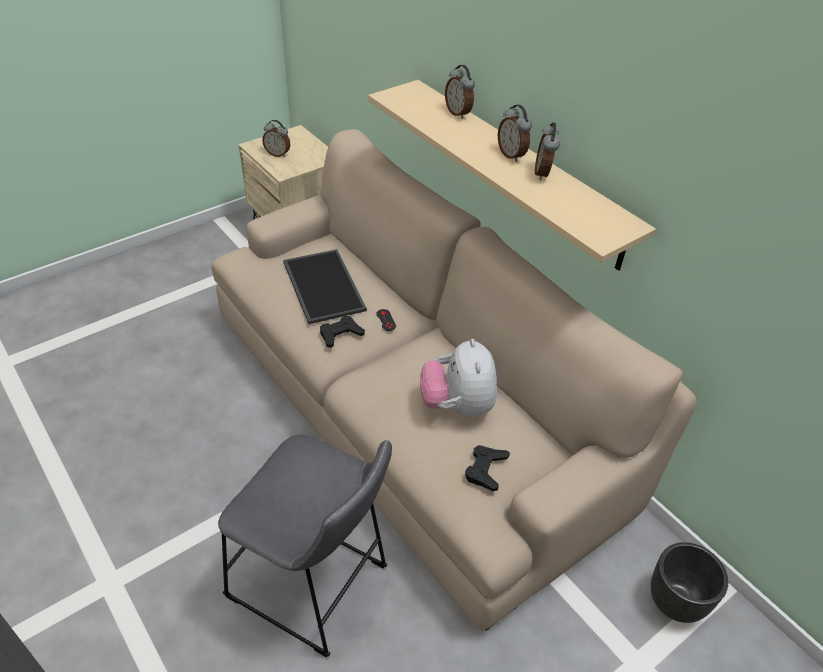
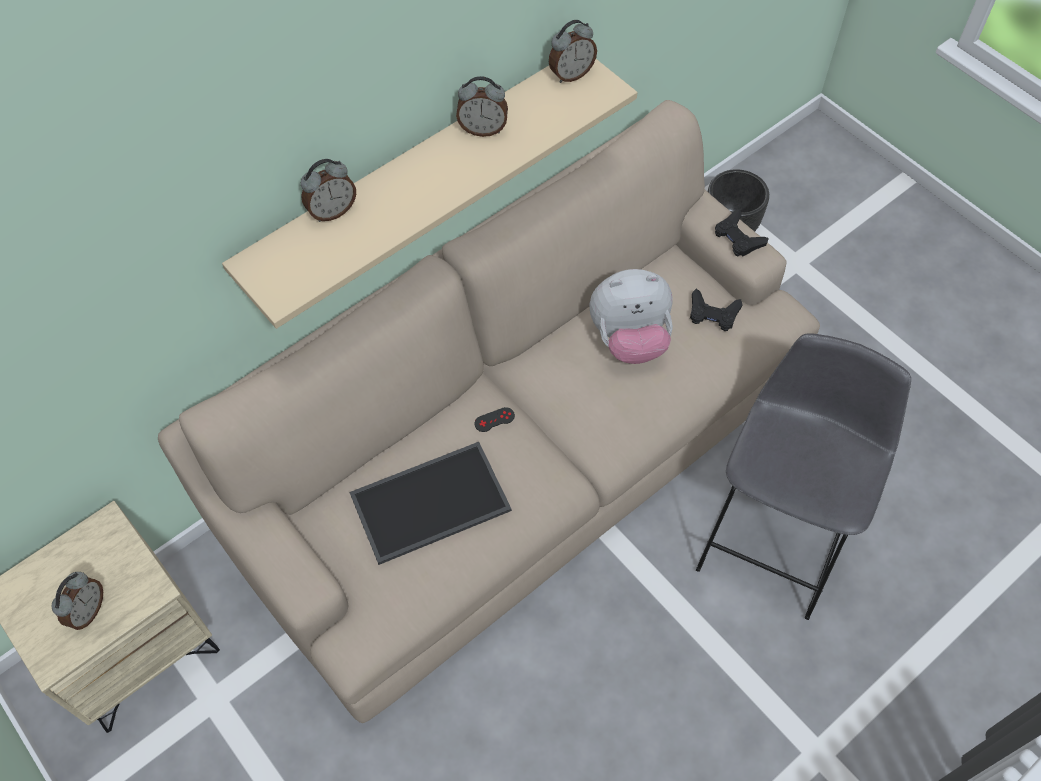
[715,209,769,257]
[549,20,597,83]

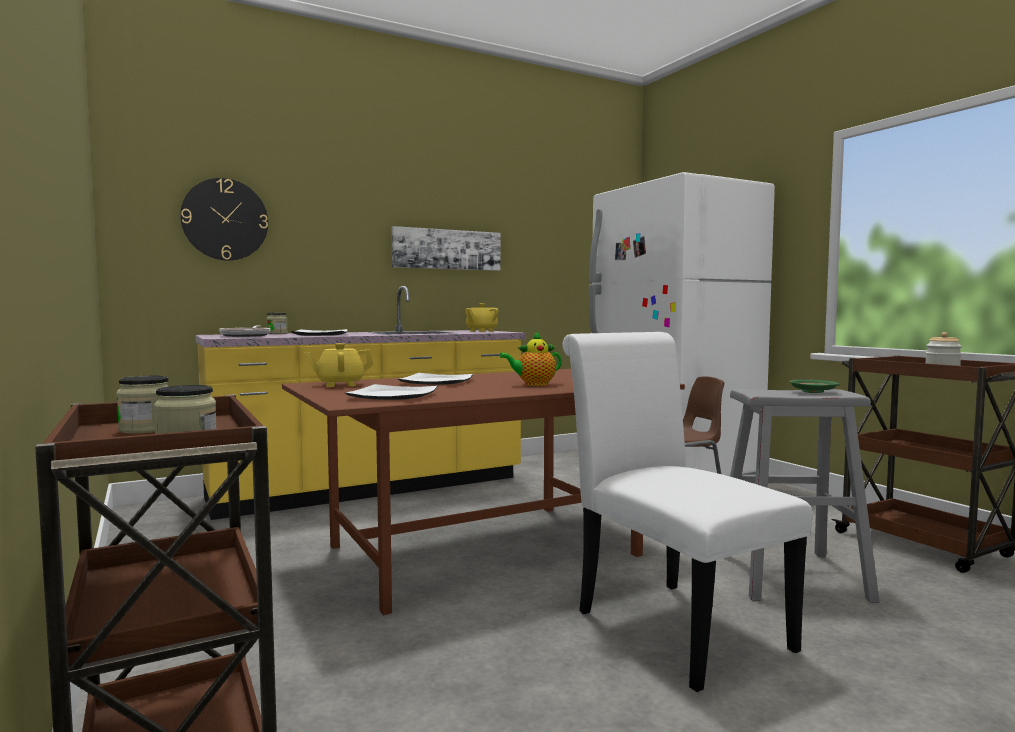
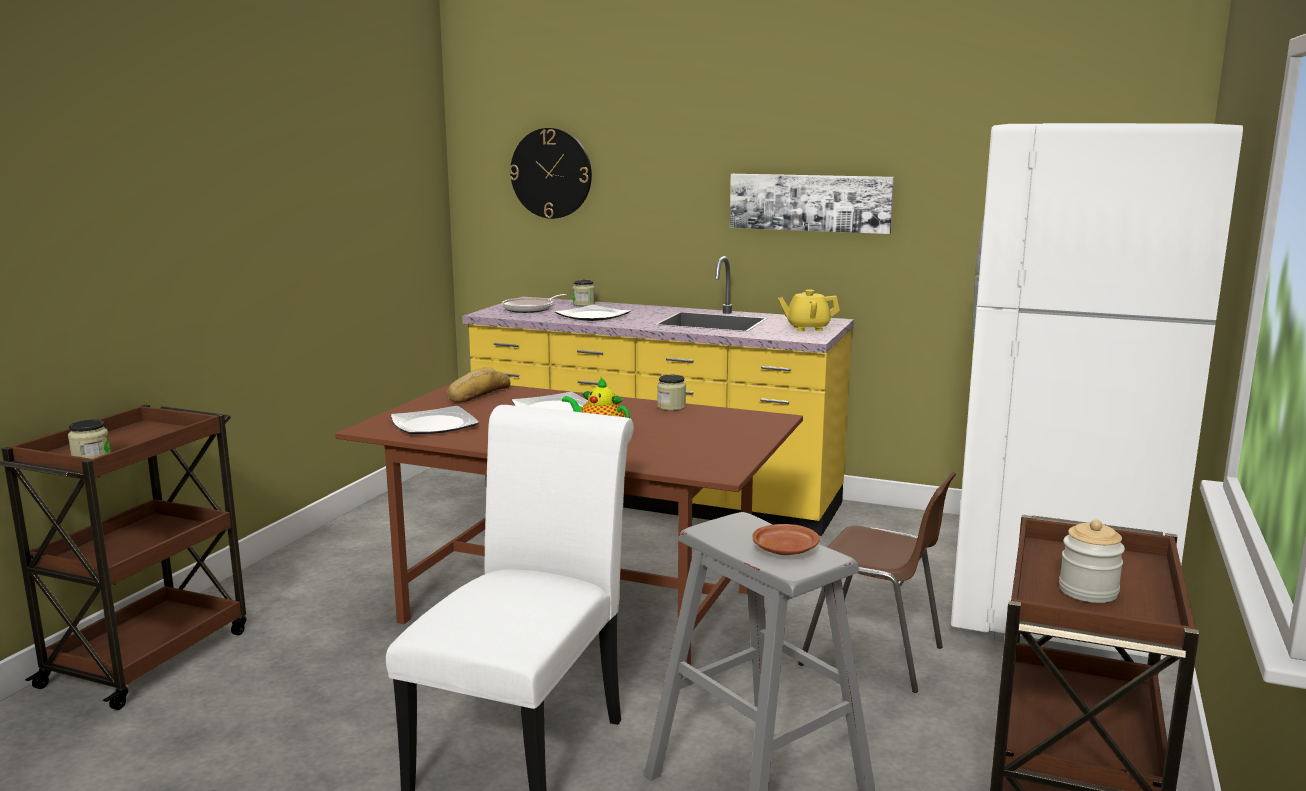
[657,375,686,411]
[447,367,510,402]
[752,524,820,555]

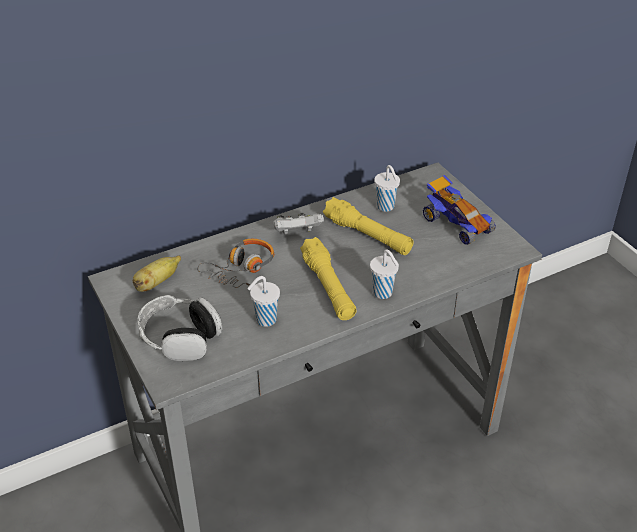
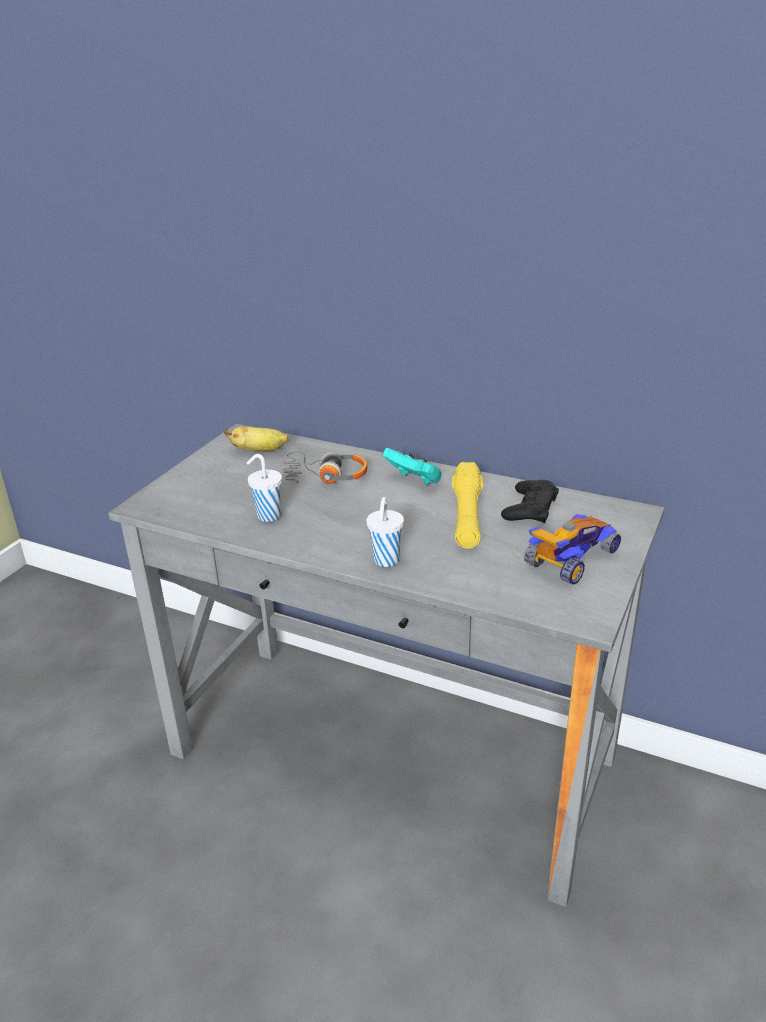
[137,295,222,361] (first image)
[300,237,357,320] (first image)
[501,480,559,523]
[383,448,441,485]
[524,514,621,585]

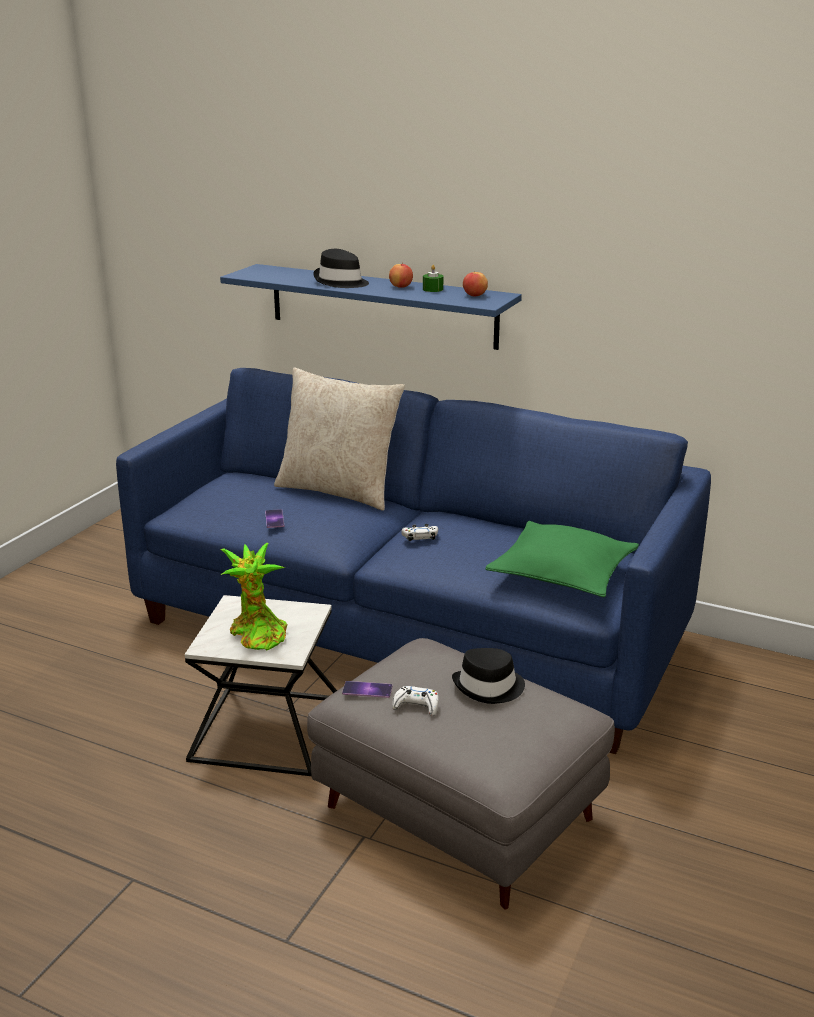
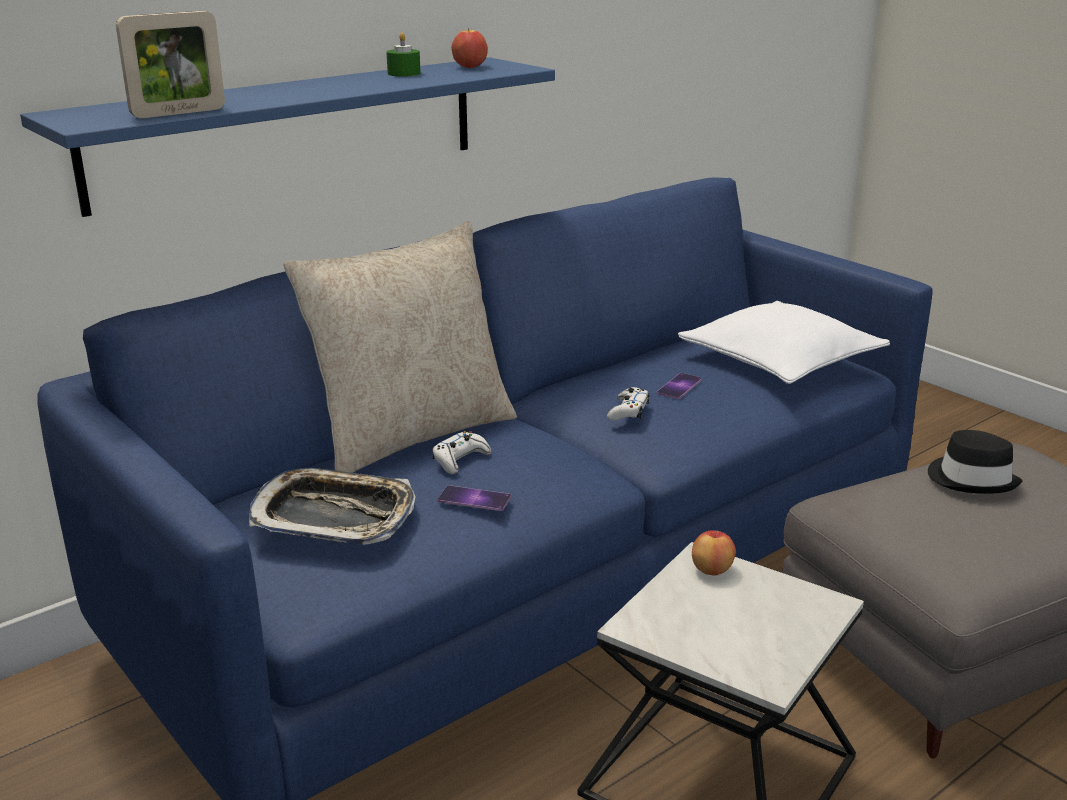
[221,543,287,651] (first image)
[314,249,369,288] (first image)
[116,11,225,118]
[249,468,416,545]
[657,373,702,399]
[692,530,736,576]
[432,431,491,474]
[678,301,890,384]

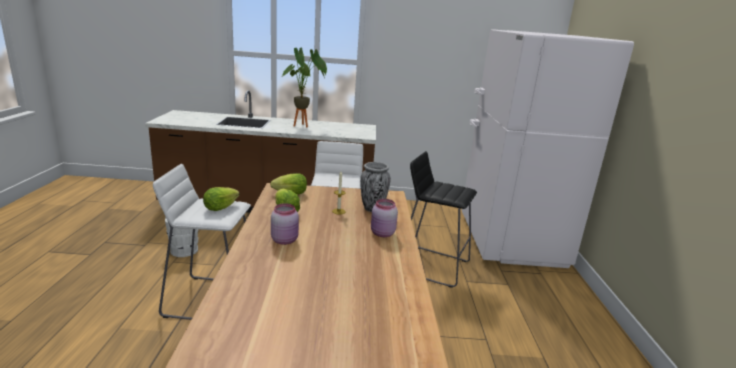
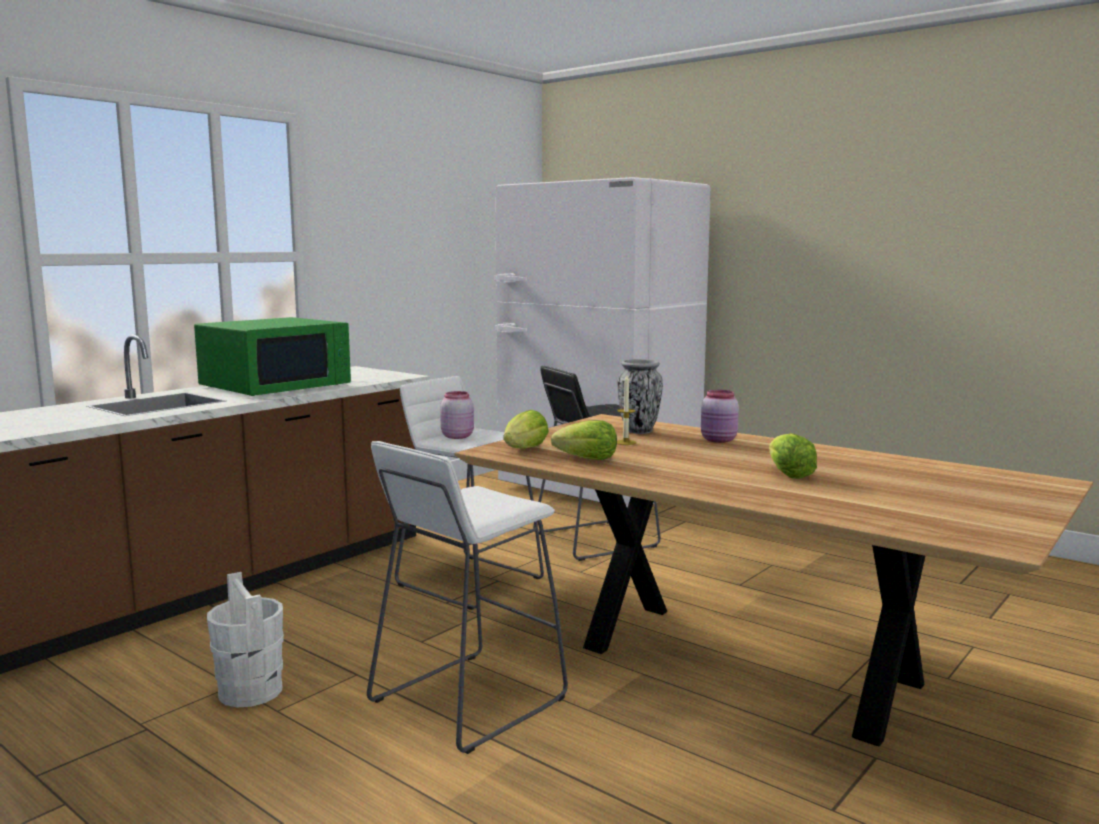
[769,433,817,479]
[440,391,474,439]
[194,317,351,396]

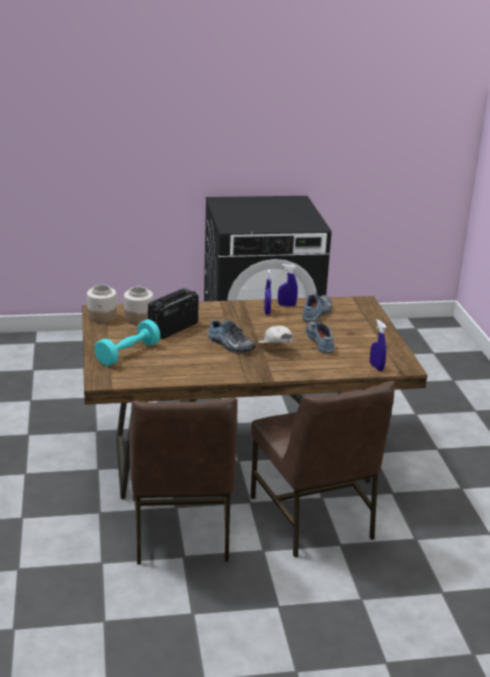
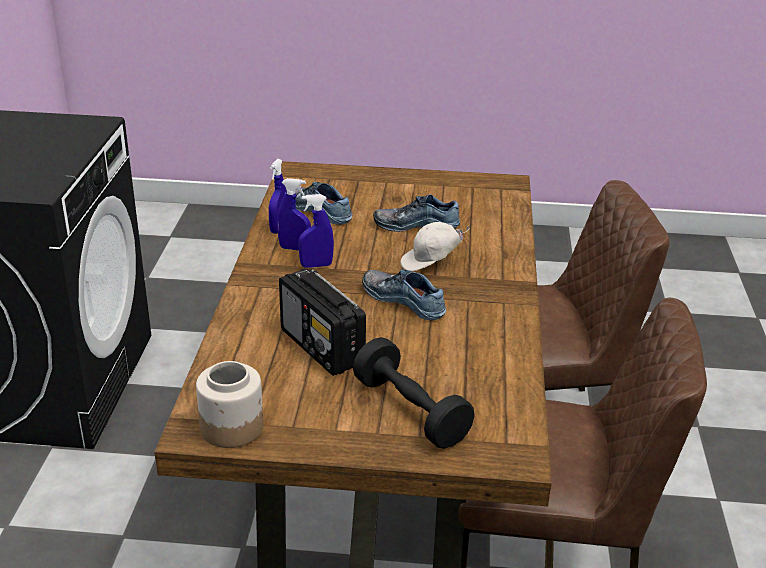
[124,287,153,325] (first image)
[298,194,334,268]
[353,337,474,449]
[362,270,446,320]

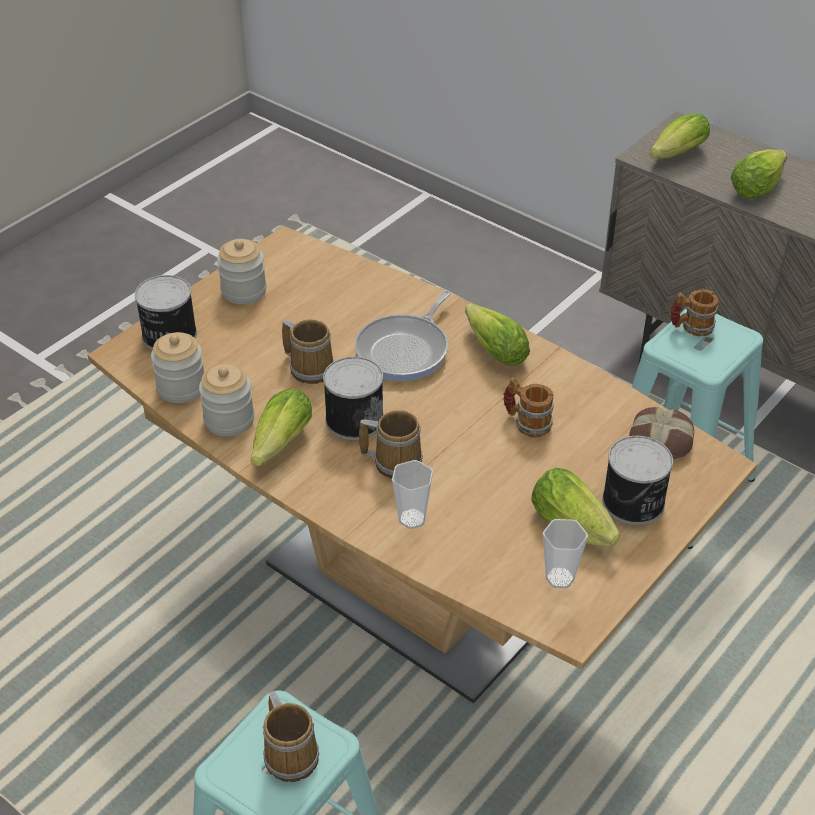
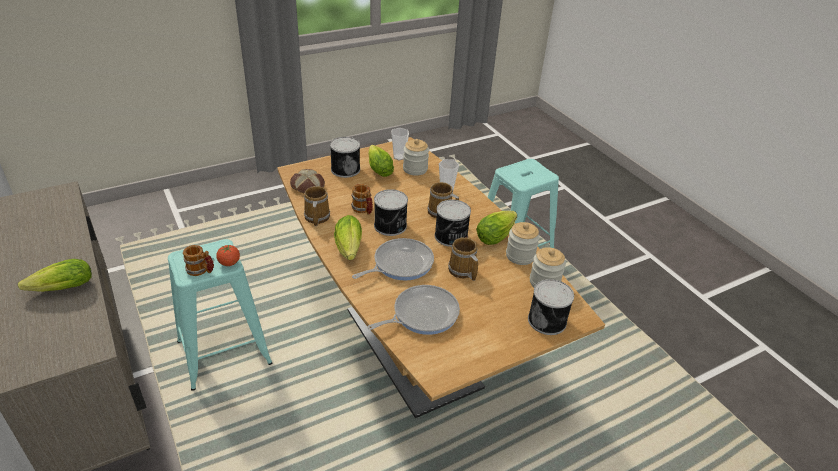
[649,114,710,159] (first image)
[216,245,240,266]
[367,285,460,335]
[374,189,408,236]
[403,139,429,176]
[304,186,330,226]

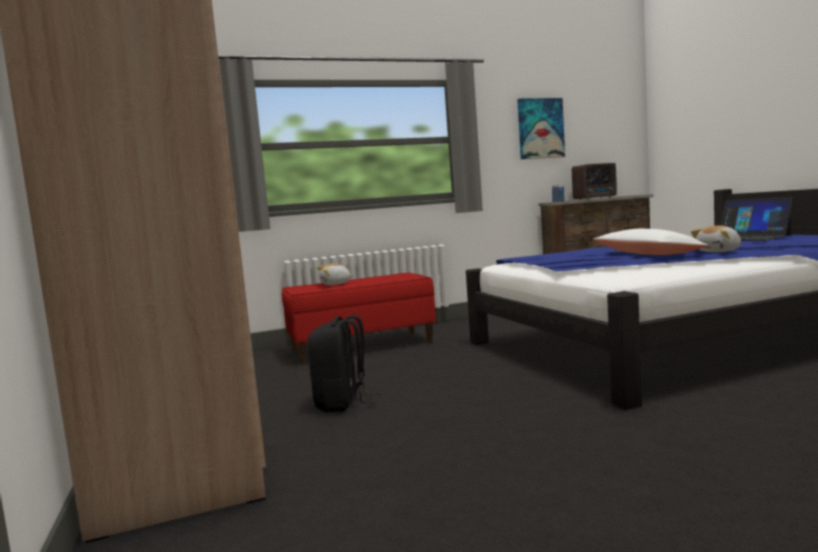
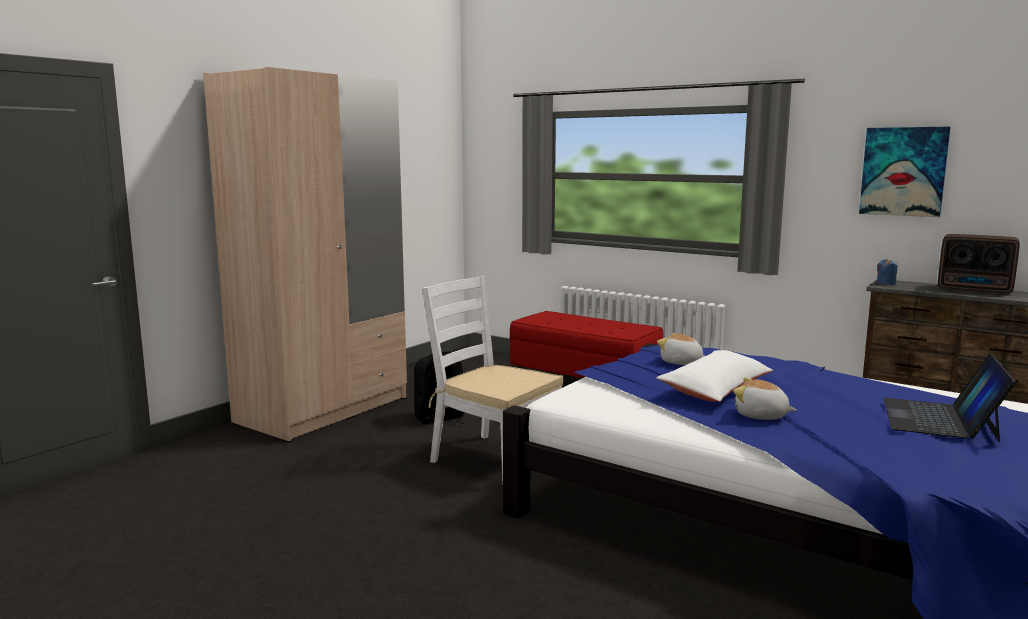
[422,276,563,483]
[657,333,704,365]

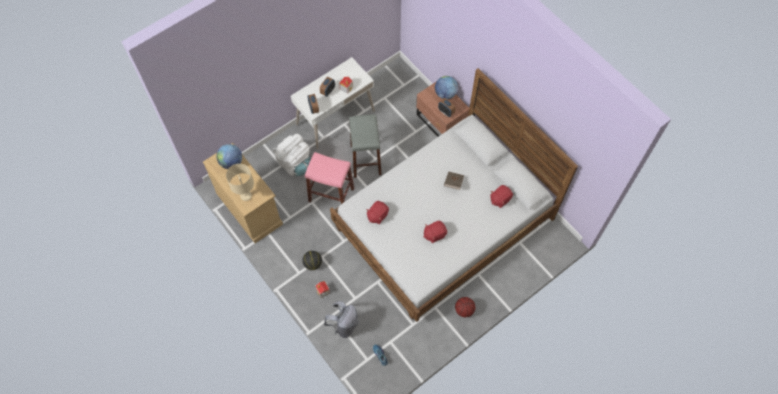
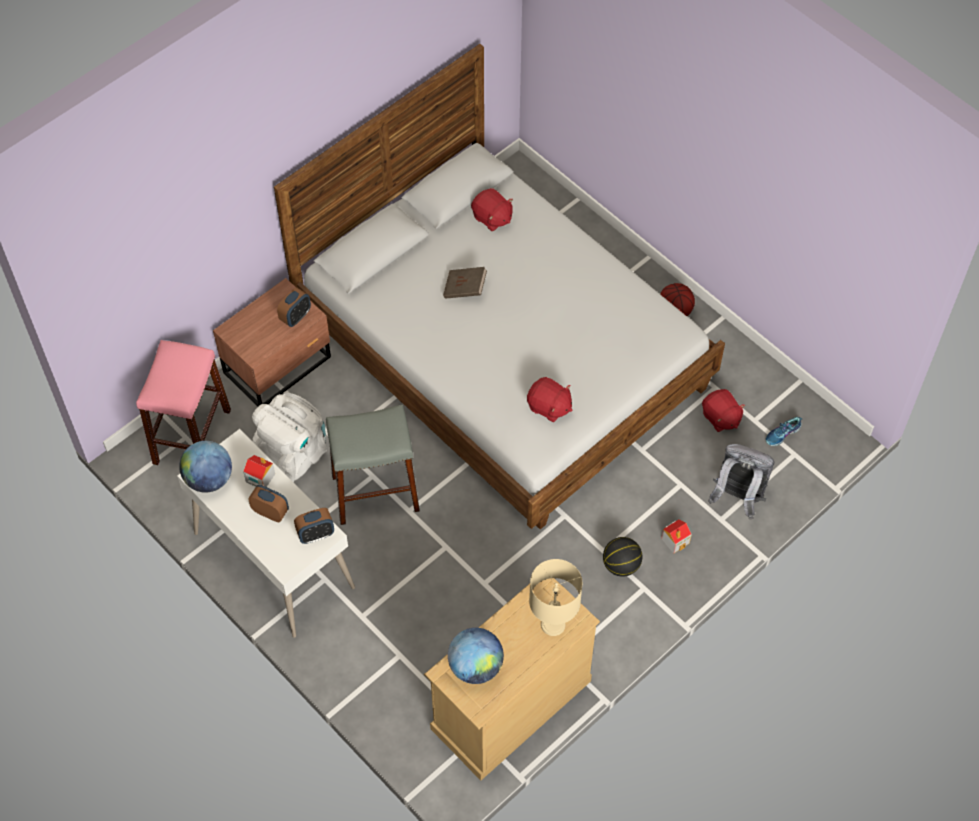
[252,393,327,482]
[136,340,231,465]
[702,389,745,432]
[179,441,232,493]

